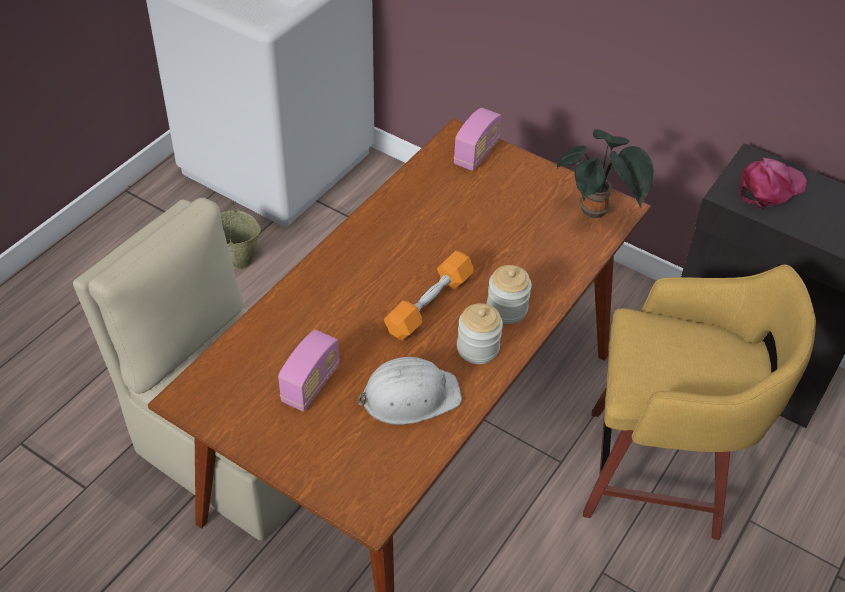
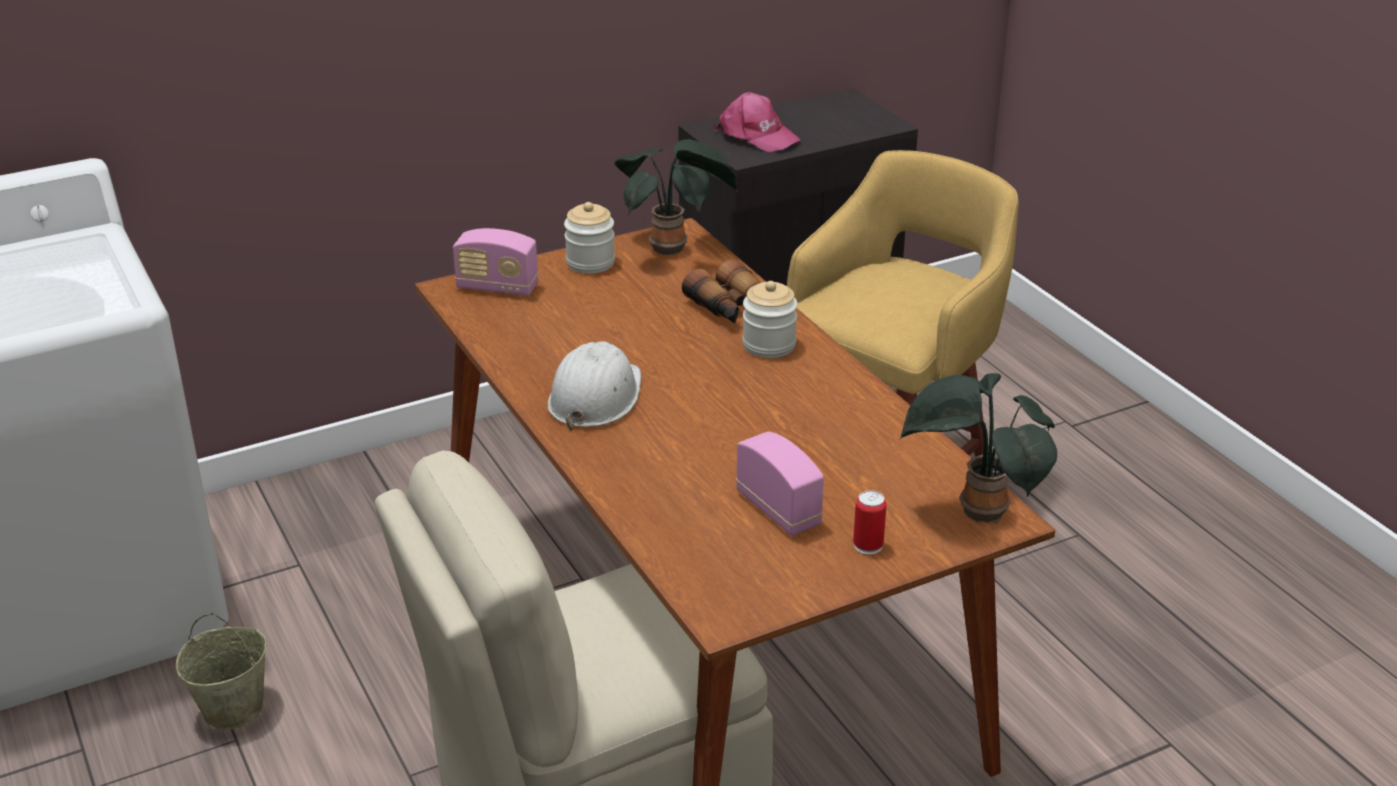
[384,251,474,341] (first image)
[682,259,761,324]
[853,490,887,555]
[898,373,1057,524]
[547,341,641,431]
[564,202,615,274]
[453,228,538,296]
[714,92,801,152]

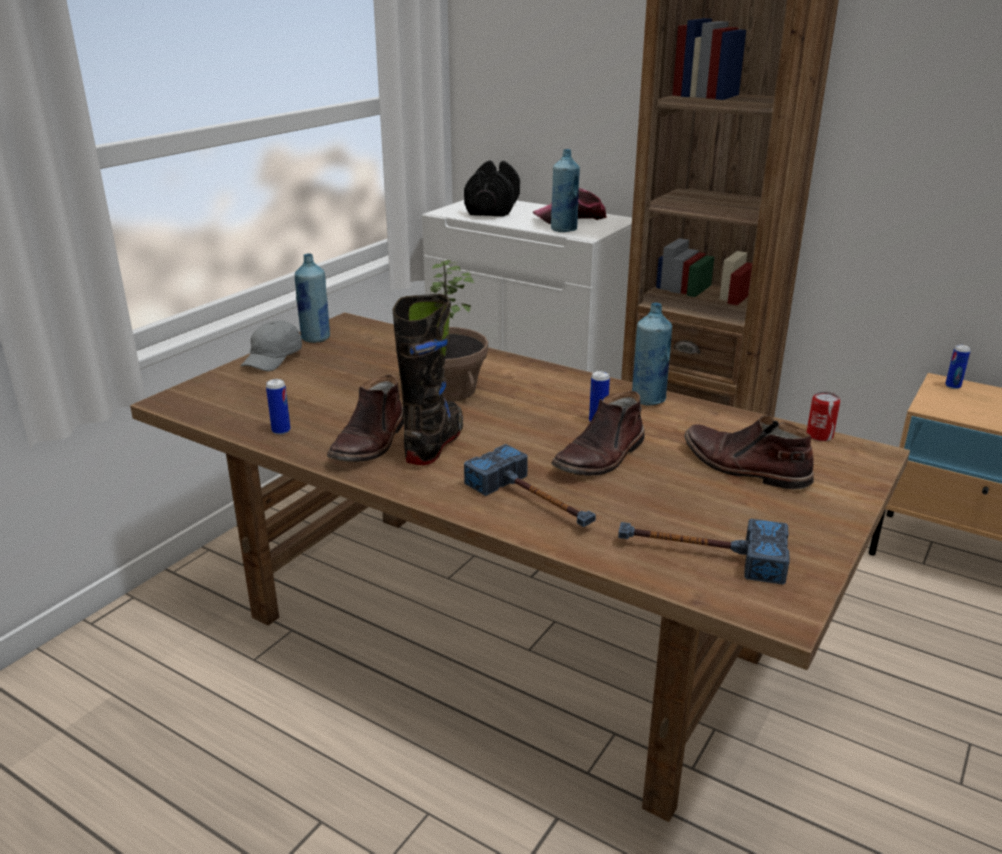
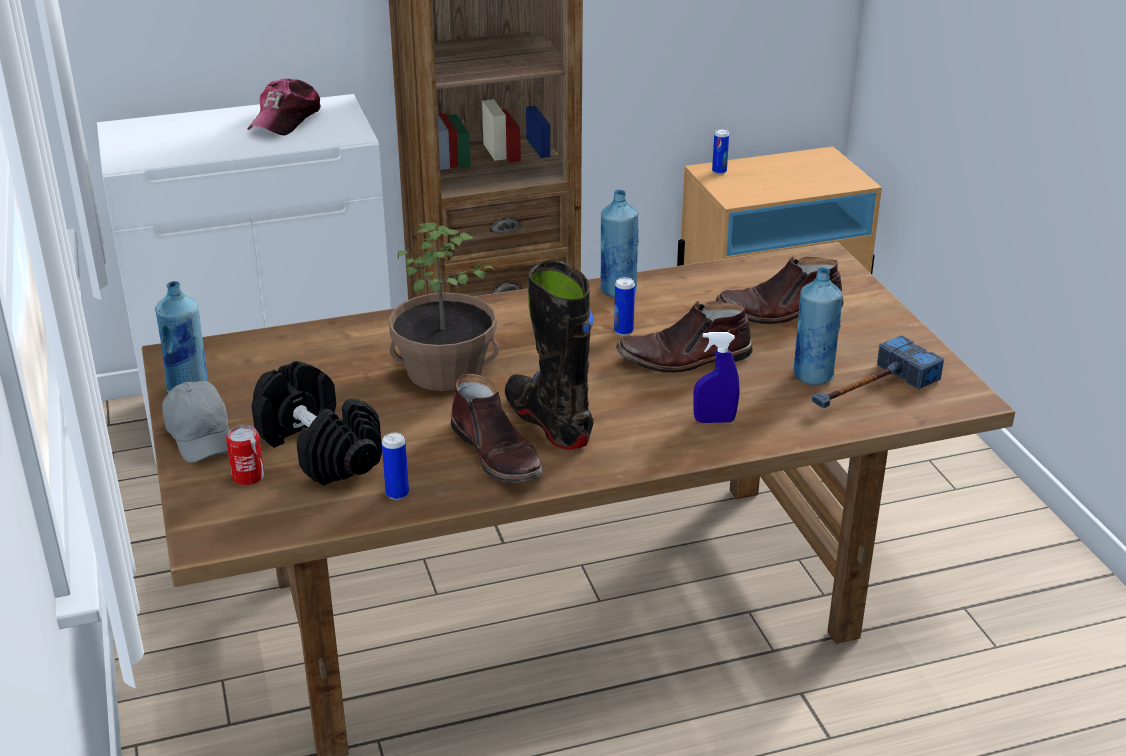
[251,361,382,486]
[793,267,842,385]
[226,425,264,486]
[693,332,739,423]
[616,301,753,373]

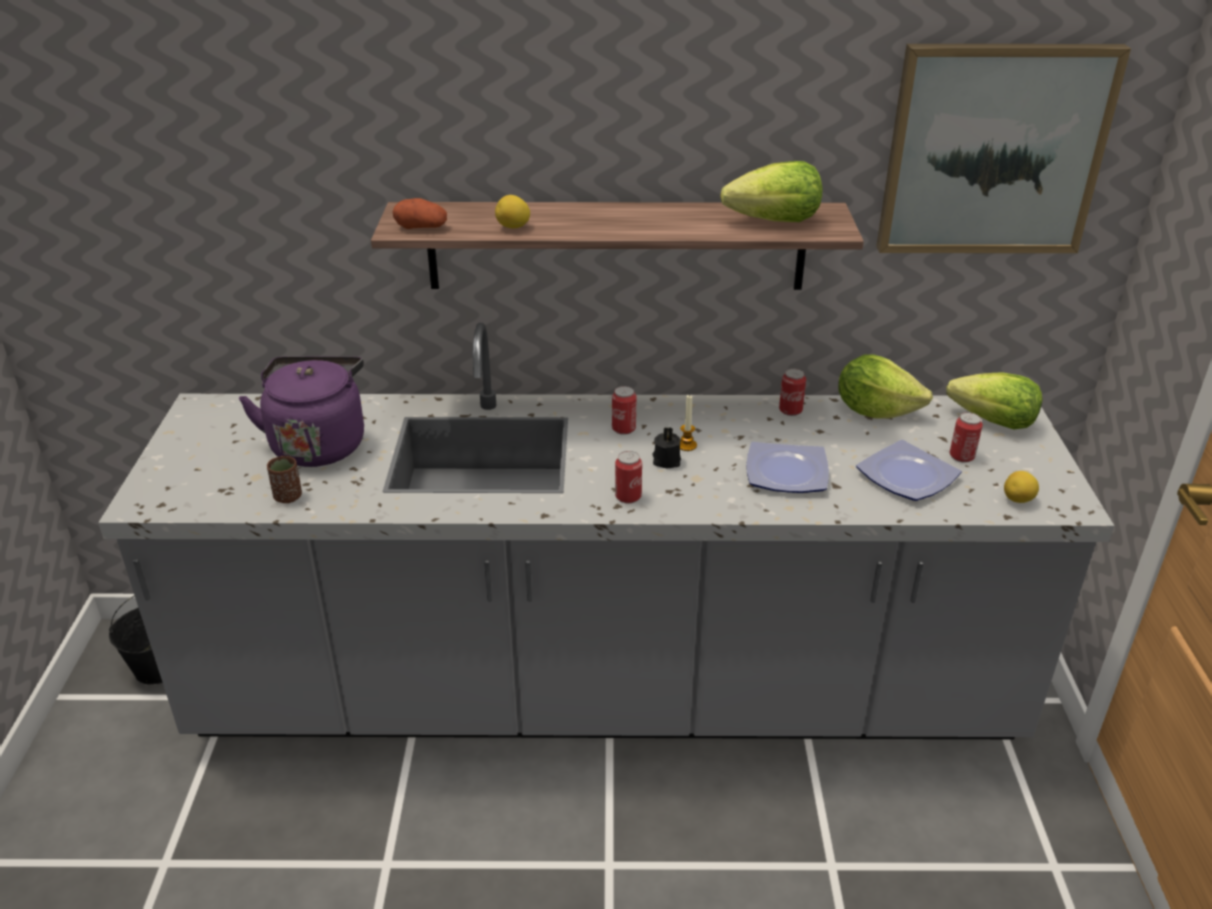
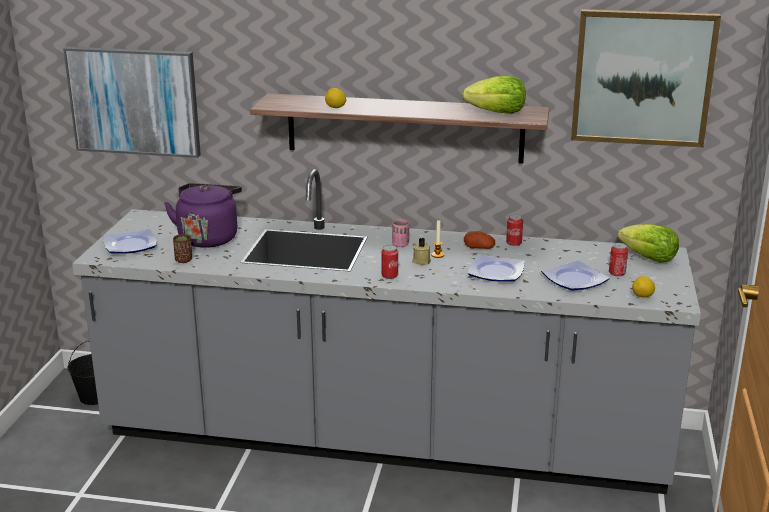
[838,354,933,419] (first image)
[63,47,201,158]
[104,229,156,254]
[464,231,495,249]
[392,219,409,247]
[412,238,431,265]

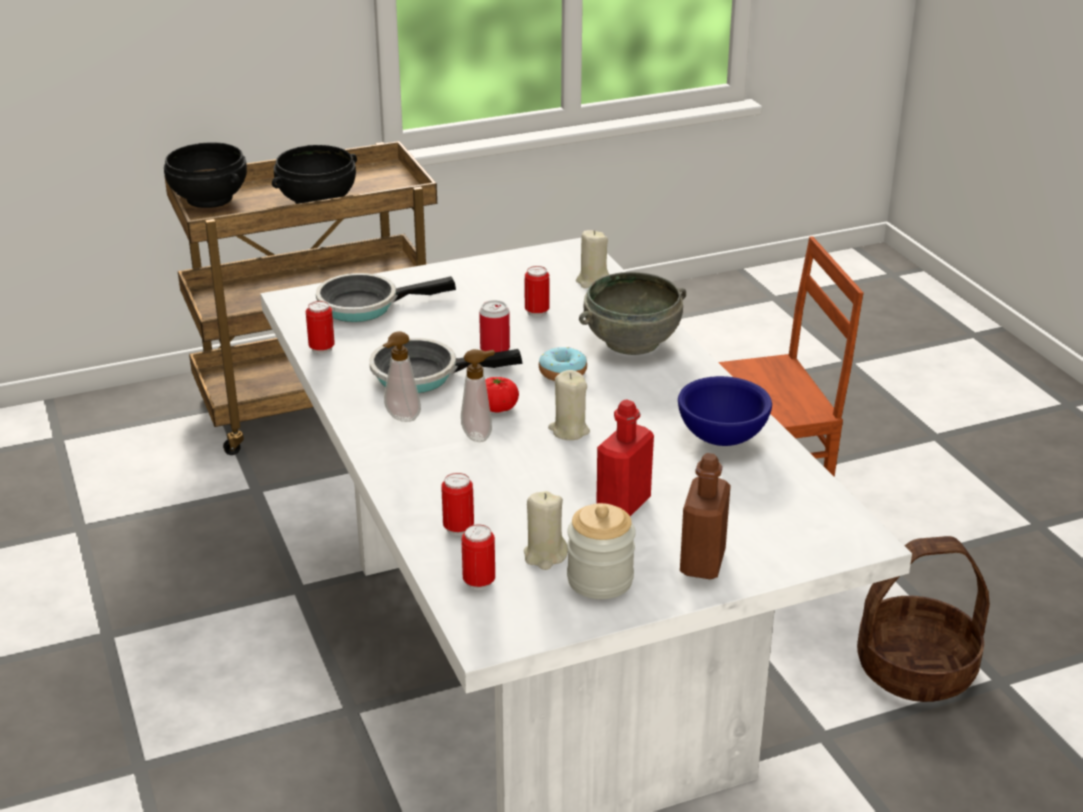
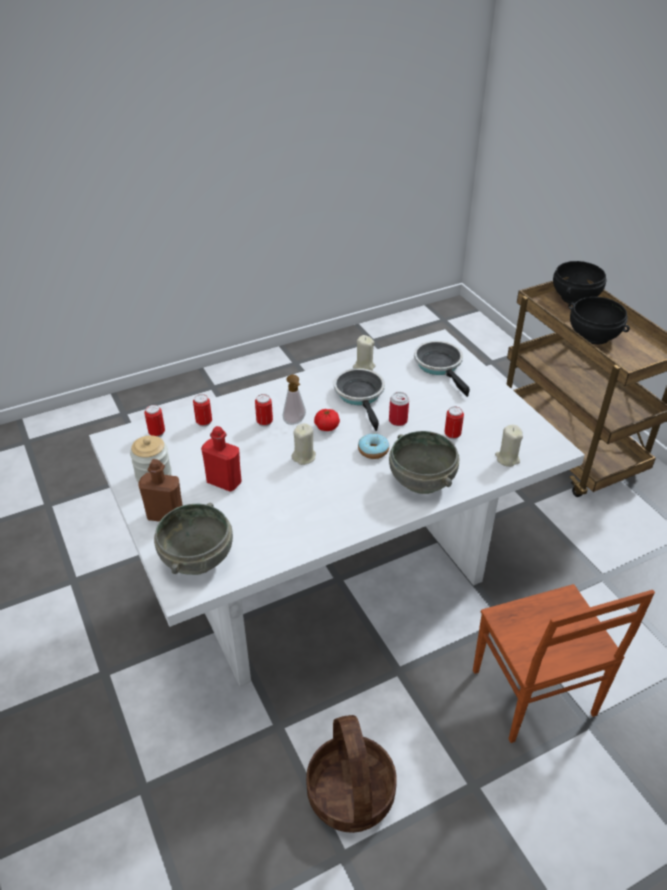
[383,331,421,422] (first image)
[678,376,772,446] (first image)
[154,503,233,575]
[255,394,273,427]
[353,335,376,370]

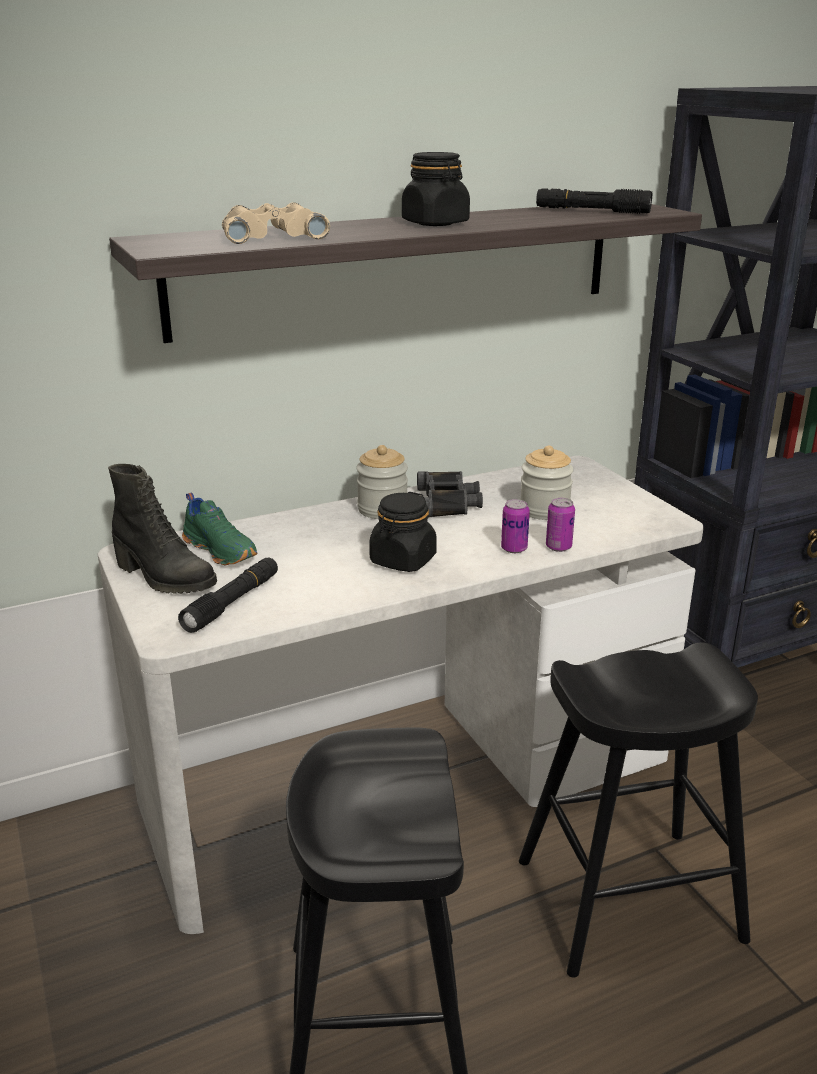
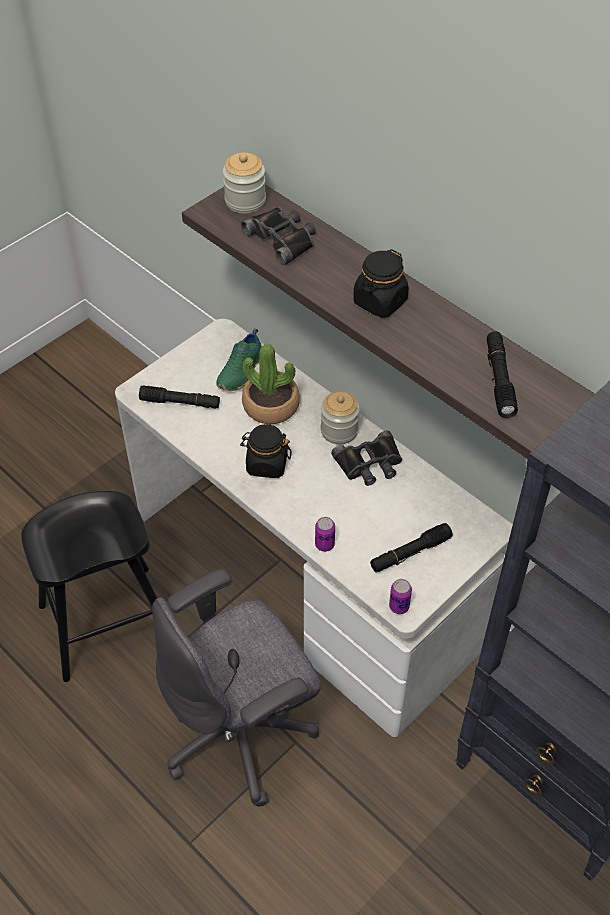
[108,464,217,594] (first image)
[242,344,300,424]
[370,523,453,572]
[389,579,412,614]
[223,153,266,214]
[152,569,321,807]
[241,207,316,265]

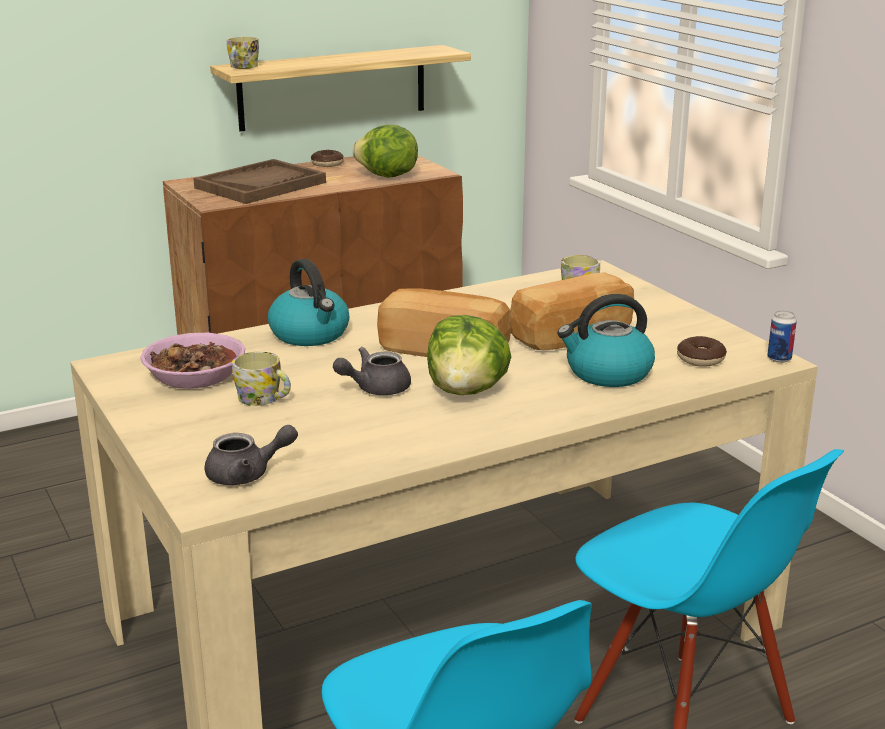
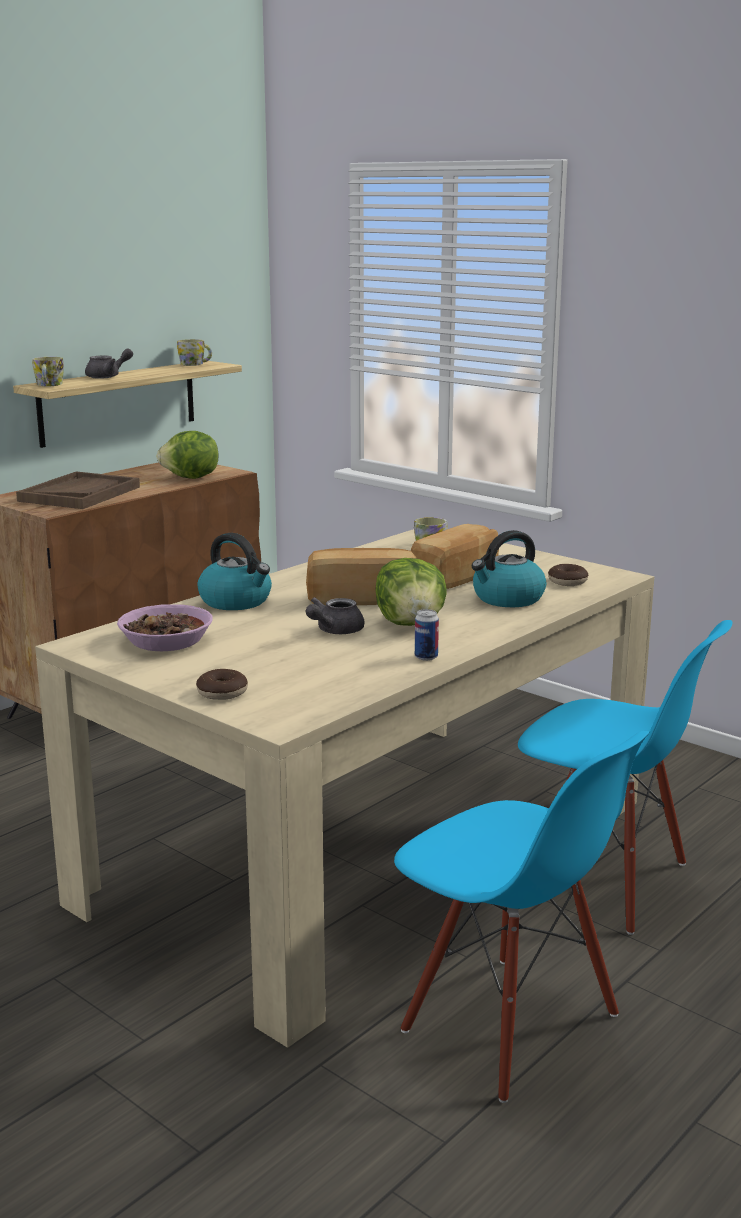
[85,348,133,379]
[177,339,212,366]
[196,669,248,700]
[415,609,439,661]

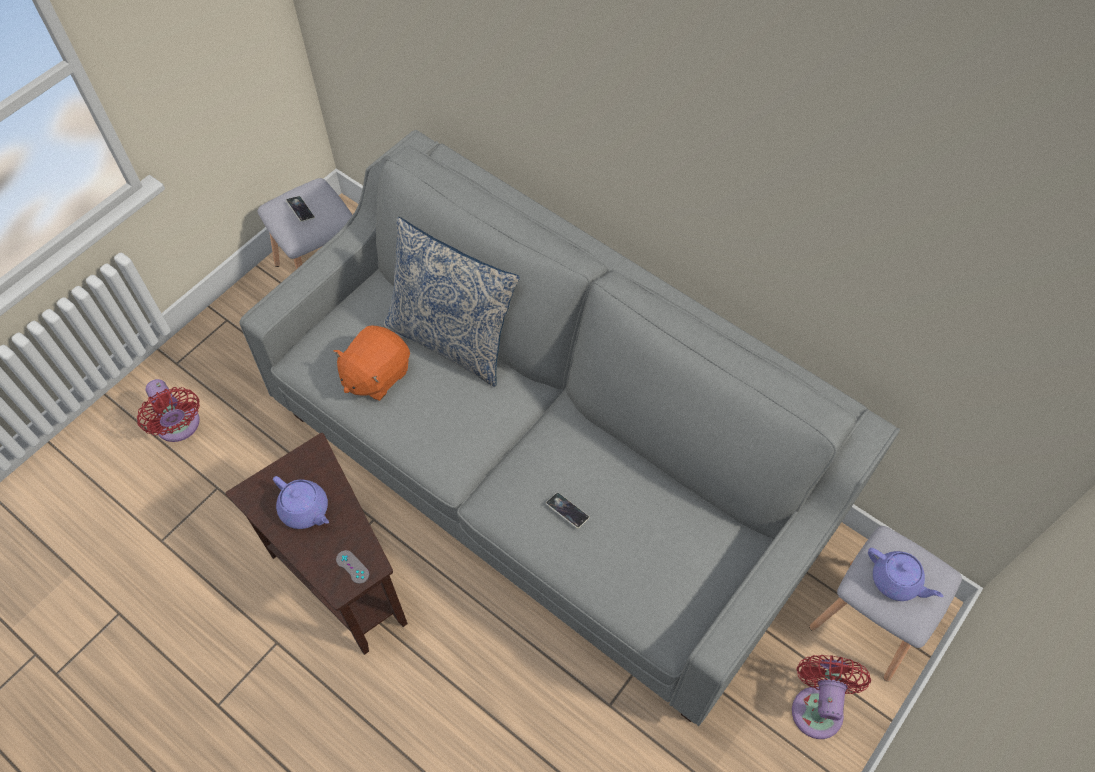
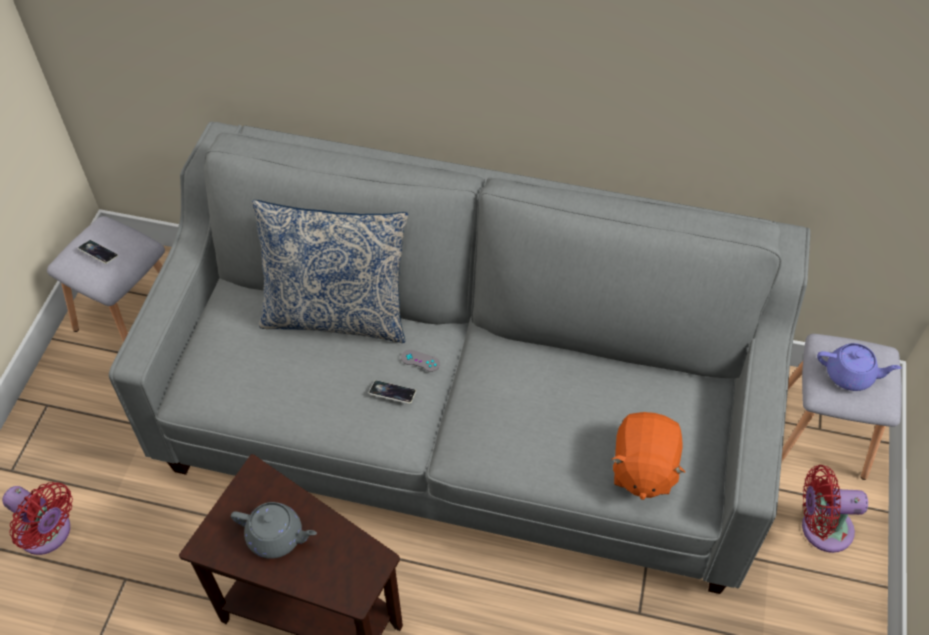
[612,412,685,500]
[401,350,440,372]
[369,380,416,404]
[231,502,317,559]
[802,465,868,553]

